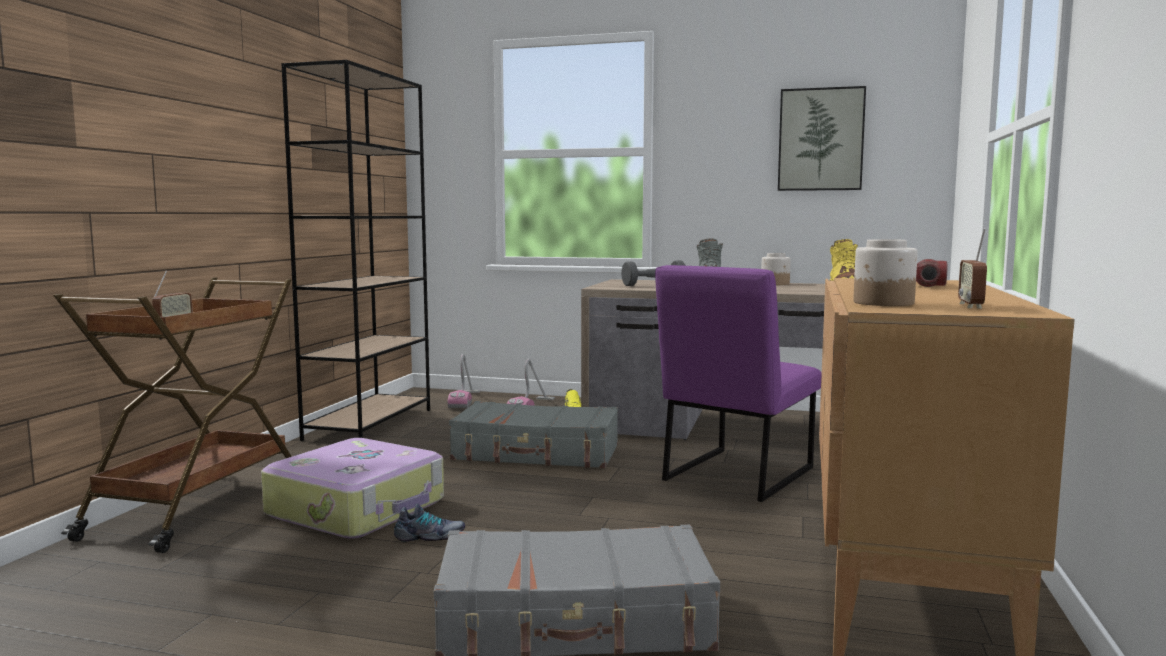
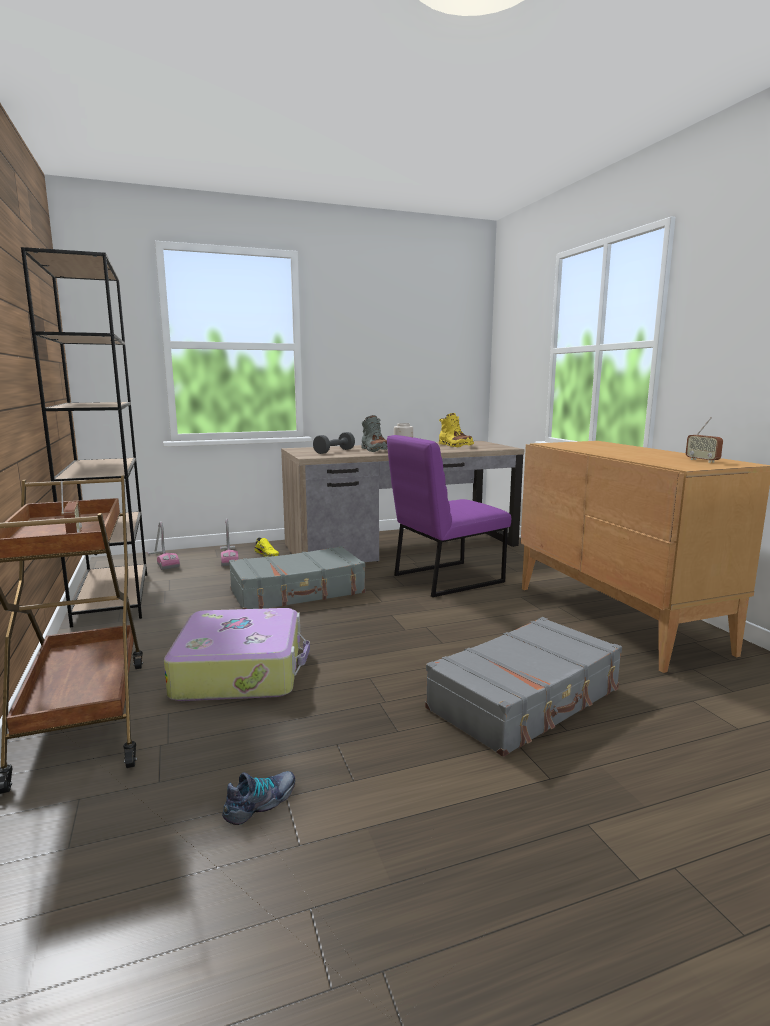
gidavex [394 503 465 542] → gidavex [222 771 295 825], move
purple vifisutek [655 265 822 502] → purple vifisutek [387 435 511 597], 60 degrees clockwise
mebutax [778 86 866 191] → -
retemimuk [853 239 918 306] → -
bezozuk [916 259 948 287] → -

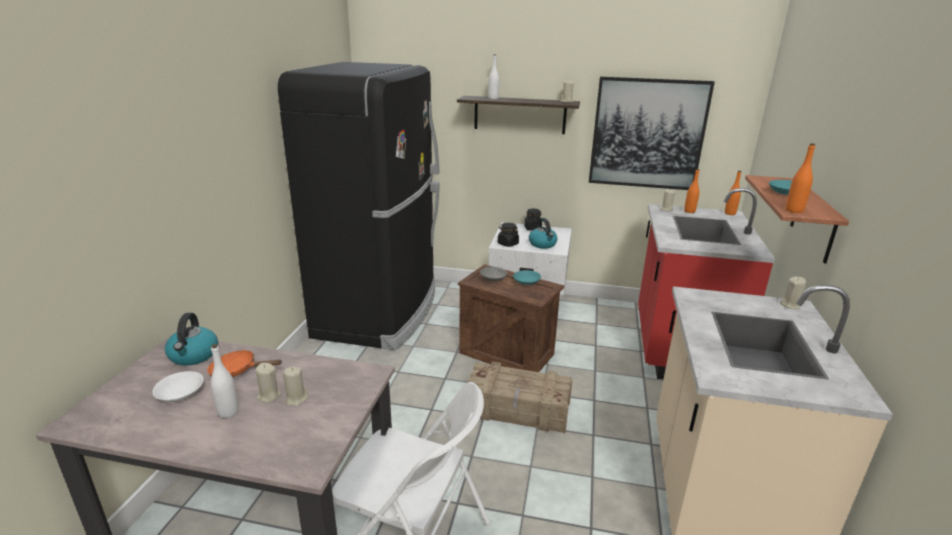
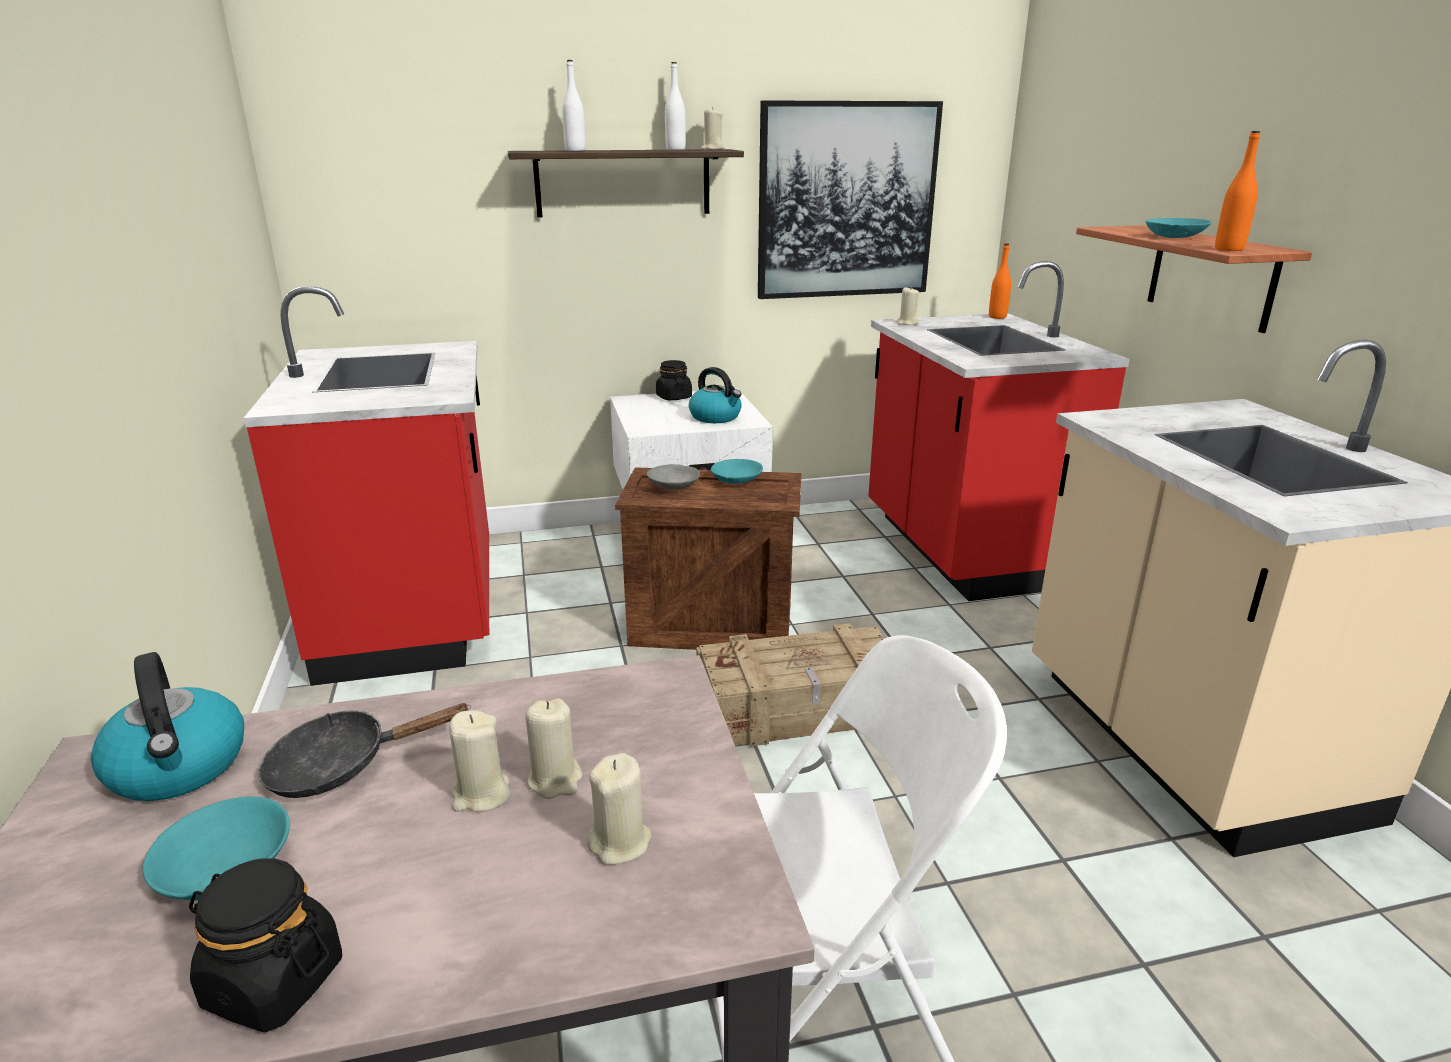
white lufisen [152 371 204 402] → turquoise lufisen [142 796 290 901]
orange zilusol [207 350 282 377] → black zilusol [258 703 471 798]
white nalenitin [211 344 239 418] → white nalenitin [665 62 686 150], move
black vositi [278 62 440 350] → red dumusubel [244 286 489 686]
black retemimuk [498 223 519 247] → black retemimuk [189 859 342 1032], move
orange nalenitin [684 169 700 213] → -
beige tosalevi [780 277 807 309] → beige tosalevi [587 753 651 865], move

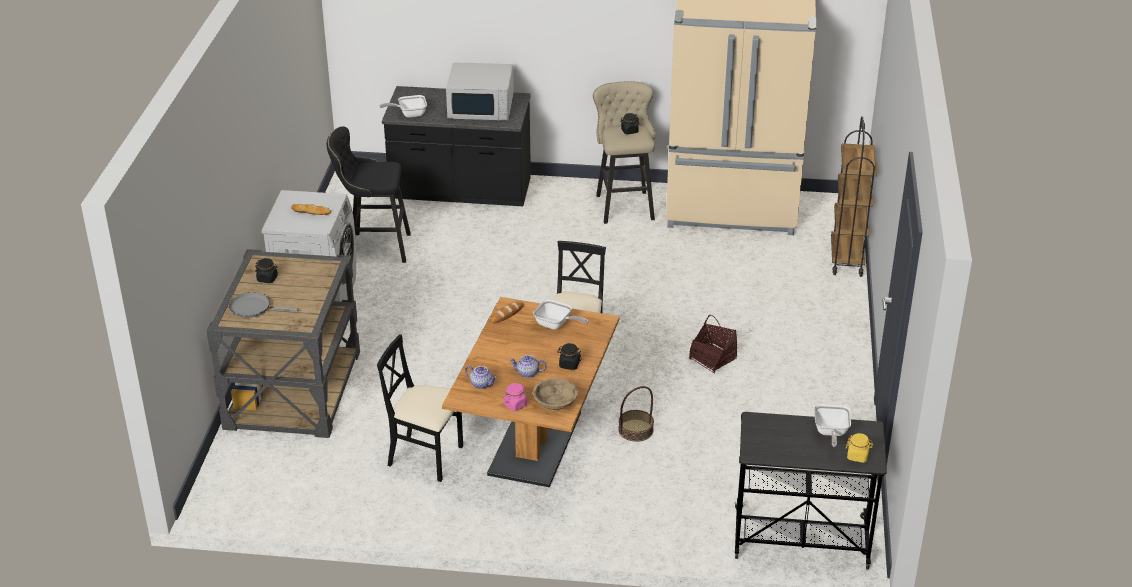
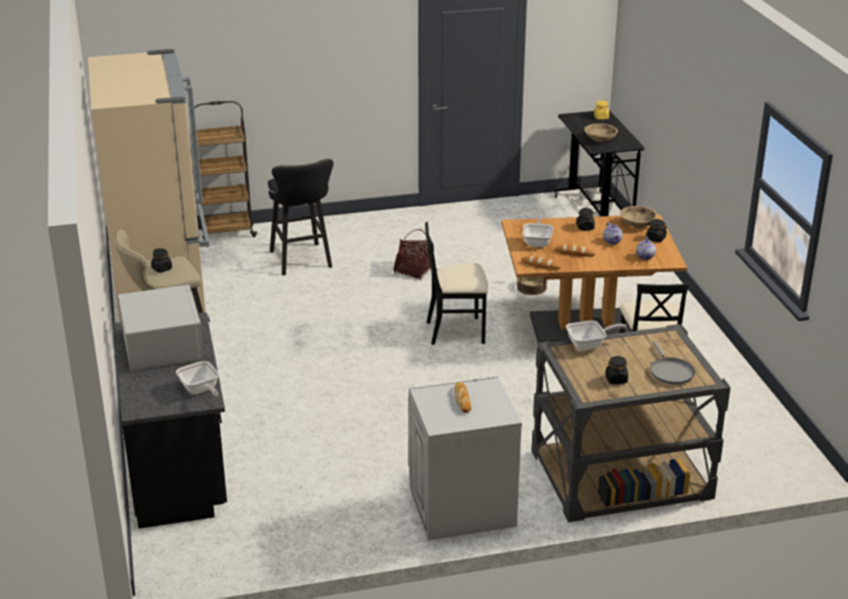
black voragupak [326 126 411 263] → black voragupak [268 159 333 276], move
pink retemimuk [504 383 527 411] → black retemimuk [646 219 667 242]
zilusol [814 404 851 447] → zilusol [566 320 627 351], move
- → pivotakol [554 245 596 257]
- → beige lufisen [584 123 618 142]

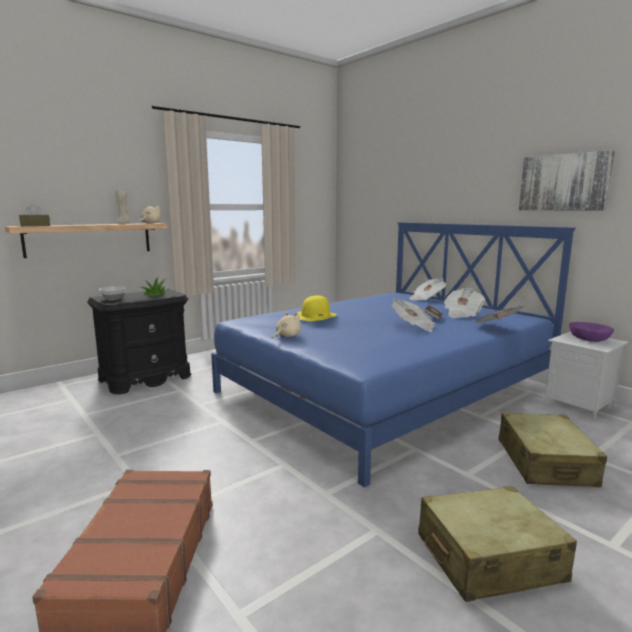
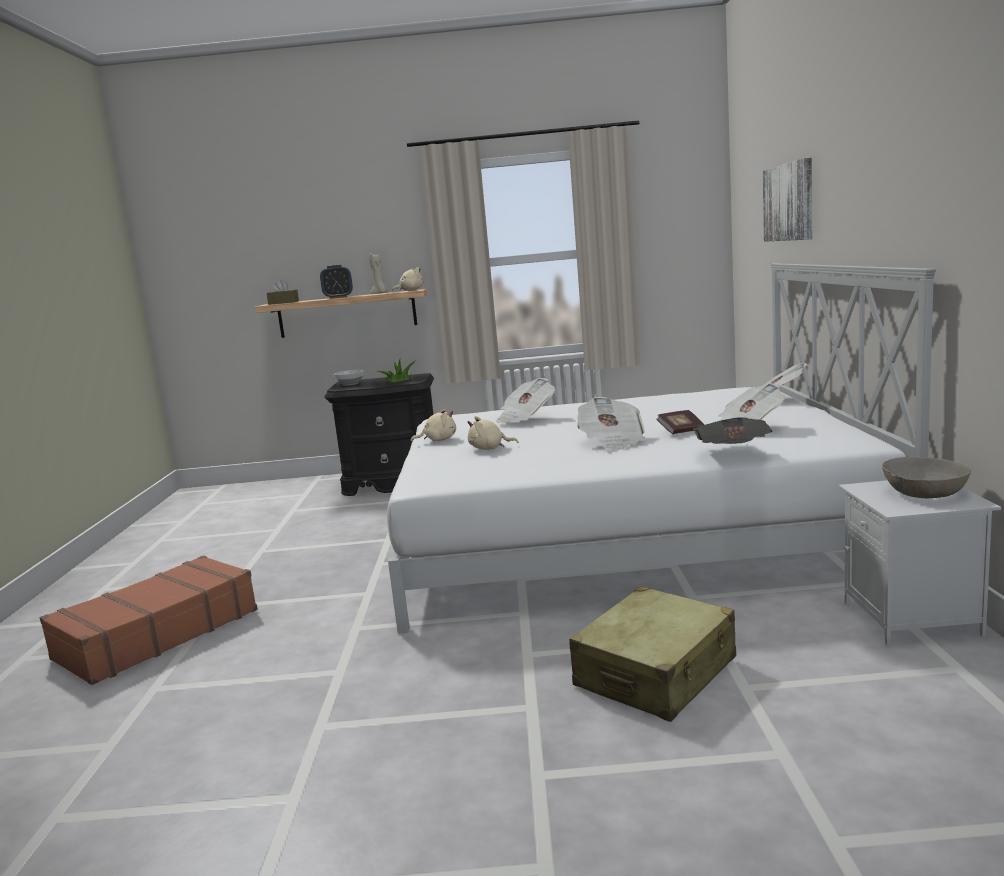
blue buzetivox [211 222 576 487] → white buzetivox [387 263 936 634]
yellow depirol [297 296 337 321] → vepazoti [496 378 555 423]
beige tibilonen [418 486 577 602] → -
mebutax [519 150 615 211] → mebutax [763 157 812 242], move
purple lufisen [569 322 614 342] → grey lufisen [882 457 971 498]
- → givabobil [320 265 353 299]
- → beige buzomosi [467 416 518 450]

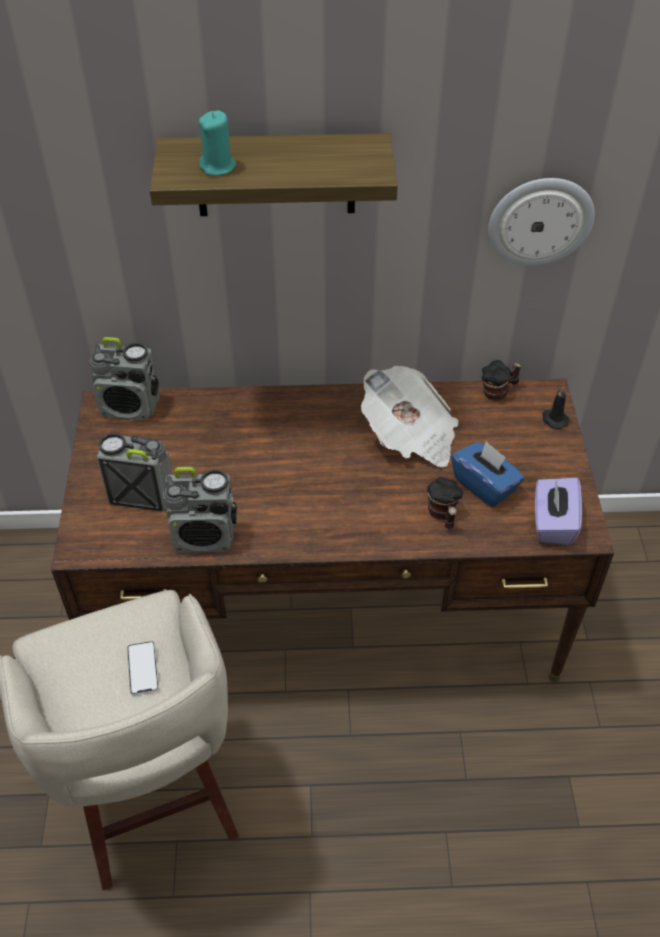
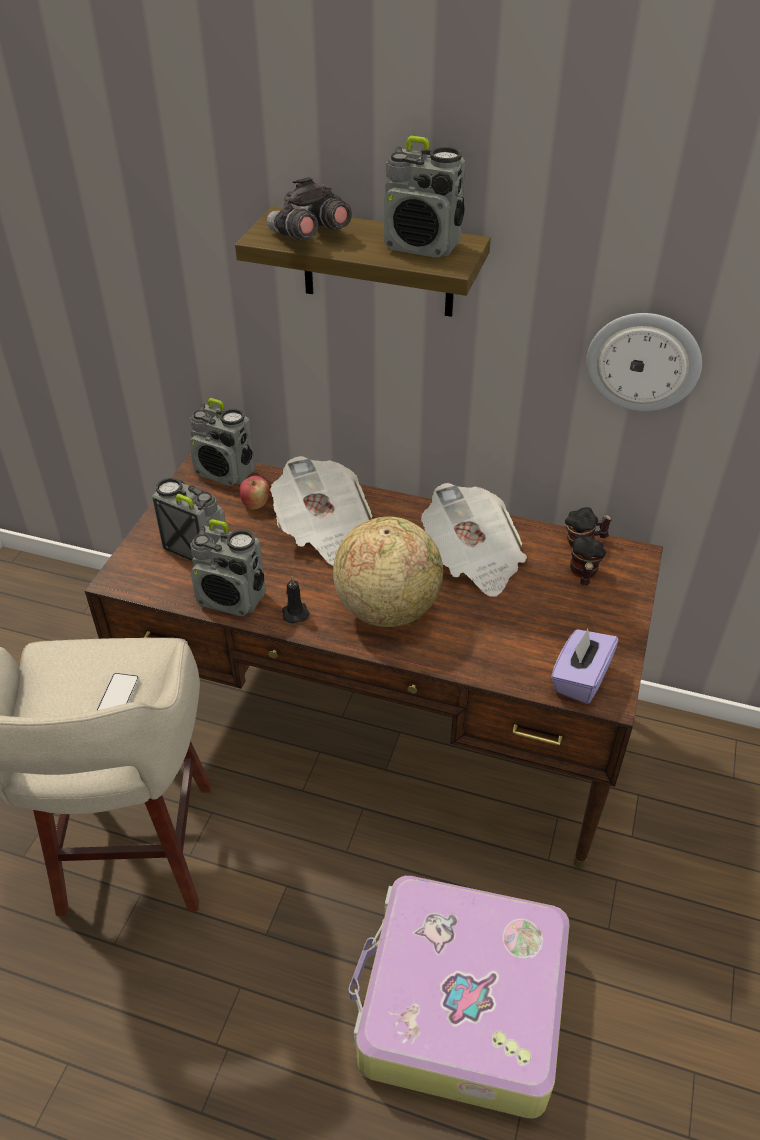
turquoise tosalevi [199 110 236 176] → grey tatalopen [267 177 352 240]
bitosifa [427 477 463 529] → bitosifa [570 536 606 586], move
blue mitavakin [451 441 524 507] → -
black tosalevi [543 387 569 429] → black tosalevi [282 576 310 623], move
- → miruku [239 476 270 510]
- → vepazoti [270 456 372 565]
- → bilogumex [333 516 443 627]
- → tibilonen [348 876 569 1118]
- → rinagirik [384 136 465 257]

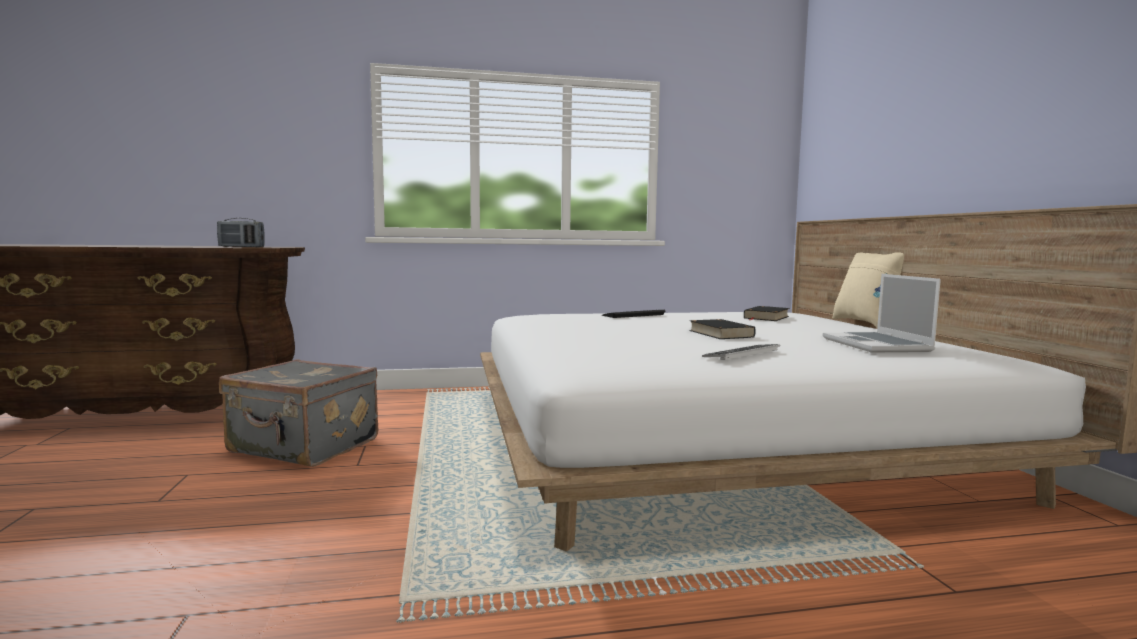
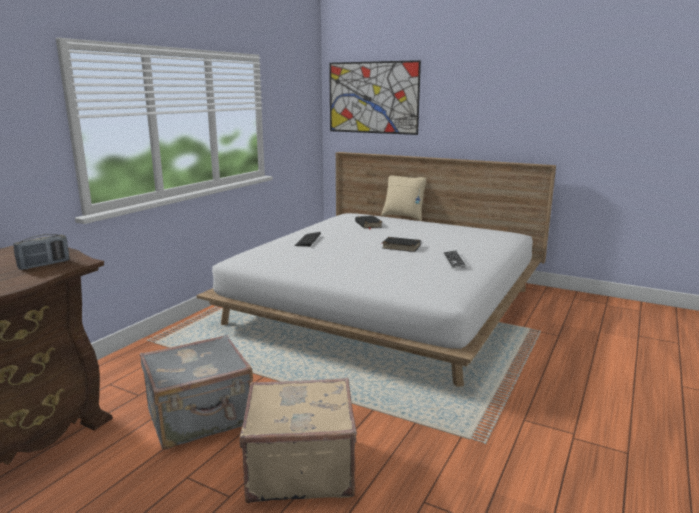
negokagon [823 274 941 353] → -
- → beige tibilonen [240 378 357 503]
- → mebutax [329 60 421 135]

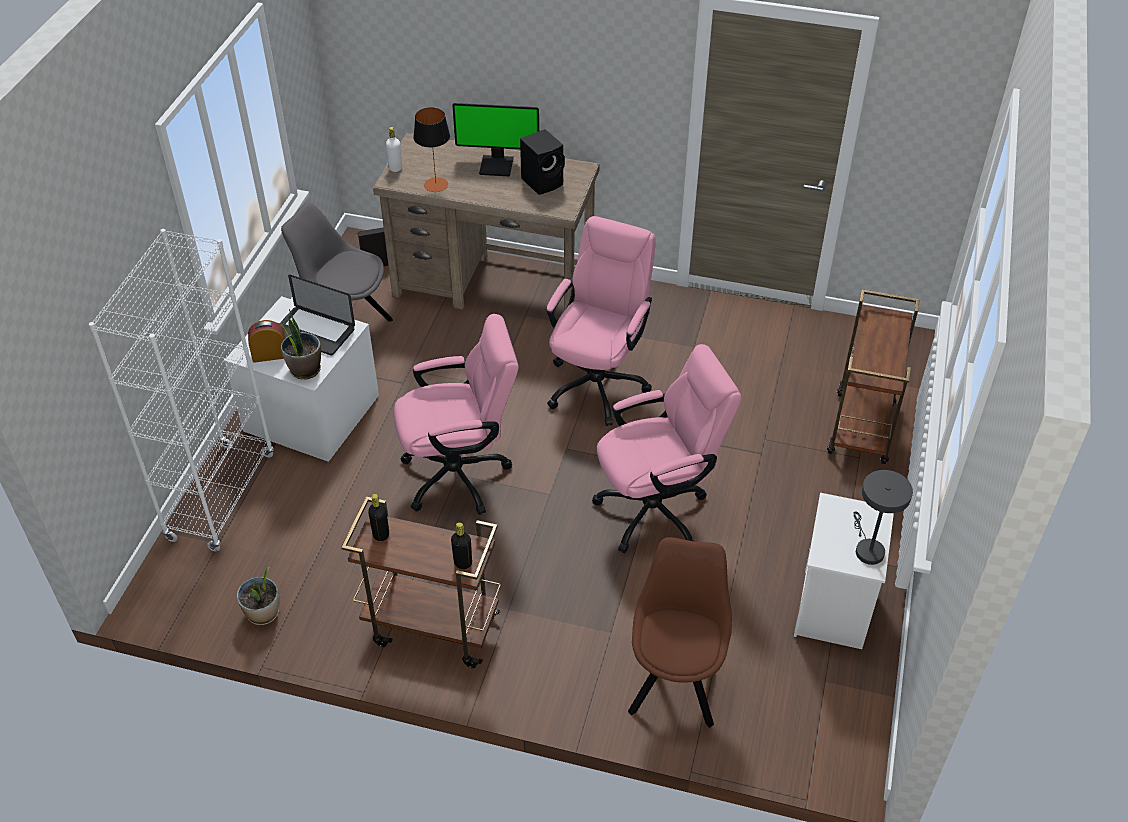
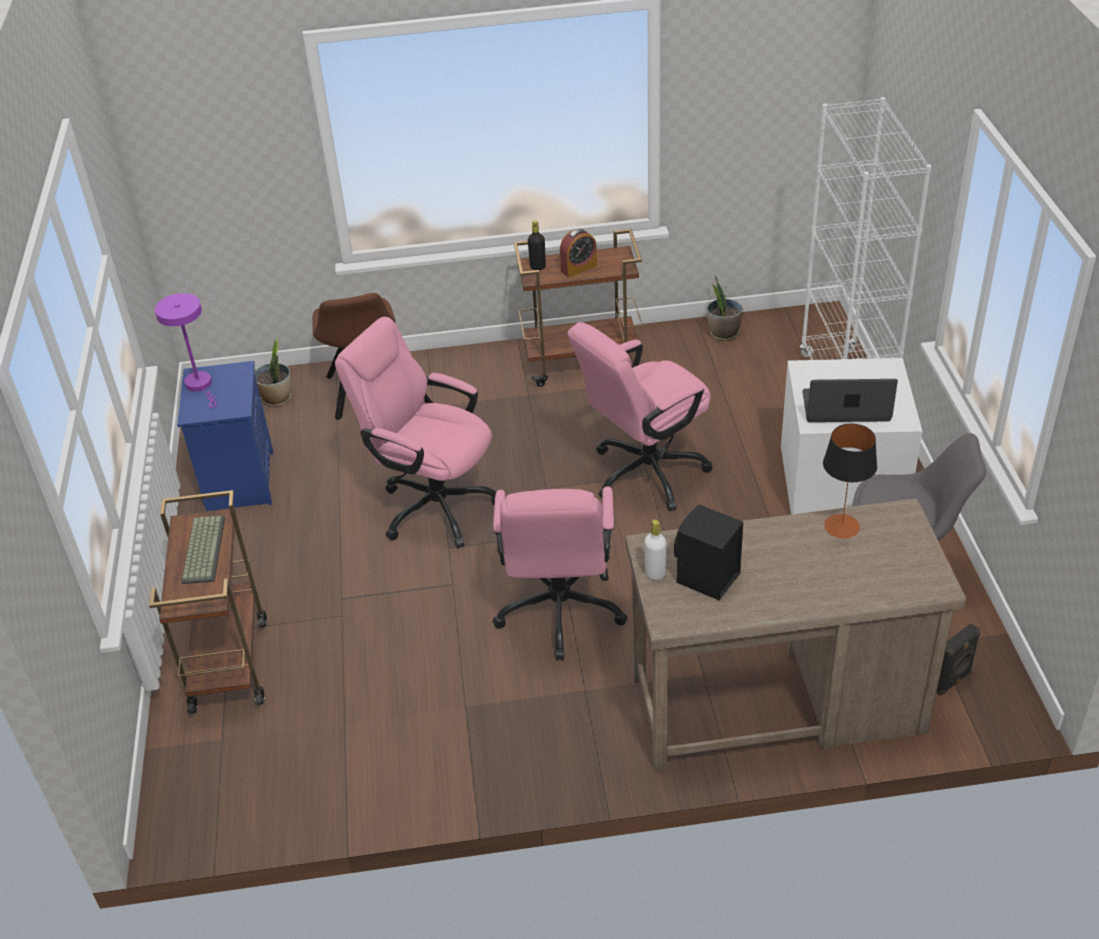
givabobil [248 320 285 363] → givabobil [560 229 597 278], move
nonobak [278 309 321 379] → nonobak [254 337 291 407], move
black nalenitin [368 494 389 541] → -
white nalenitin [386 127 402 172] → white nalenitin [644 520 667 580], move
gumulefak [453 103 539 176] → -
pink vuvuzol [592 344 741 553] → pink vuvuzol [335 317 496 549], 75 degrees clockwise
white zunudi [794 493 894 649] → blue zunudi [177 361 273 511]
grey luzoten [853 470 913 565] → purple luzoten [155 293 216 408]
- → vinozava [181 516 225 584]

